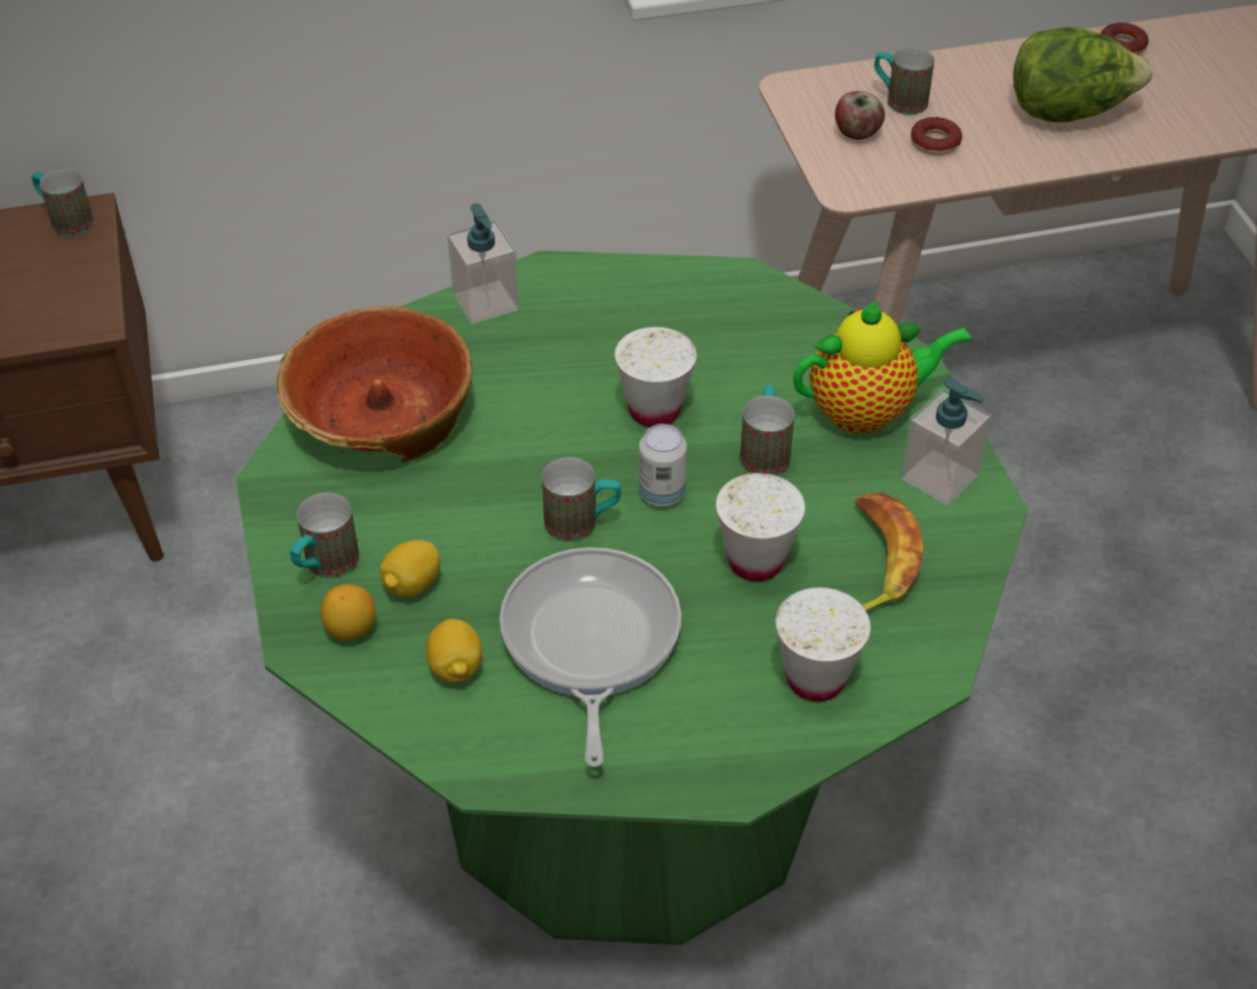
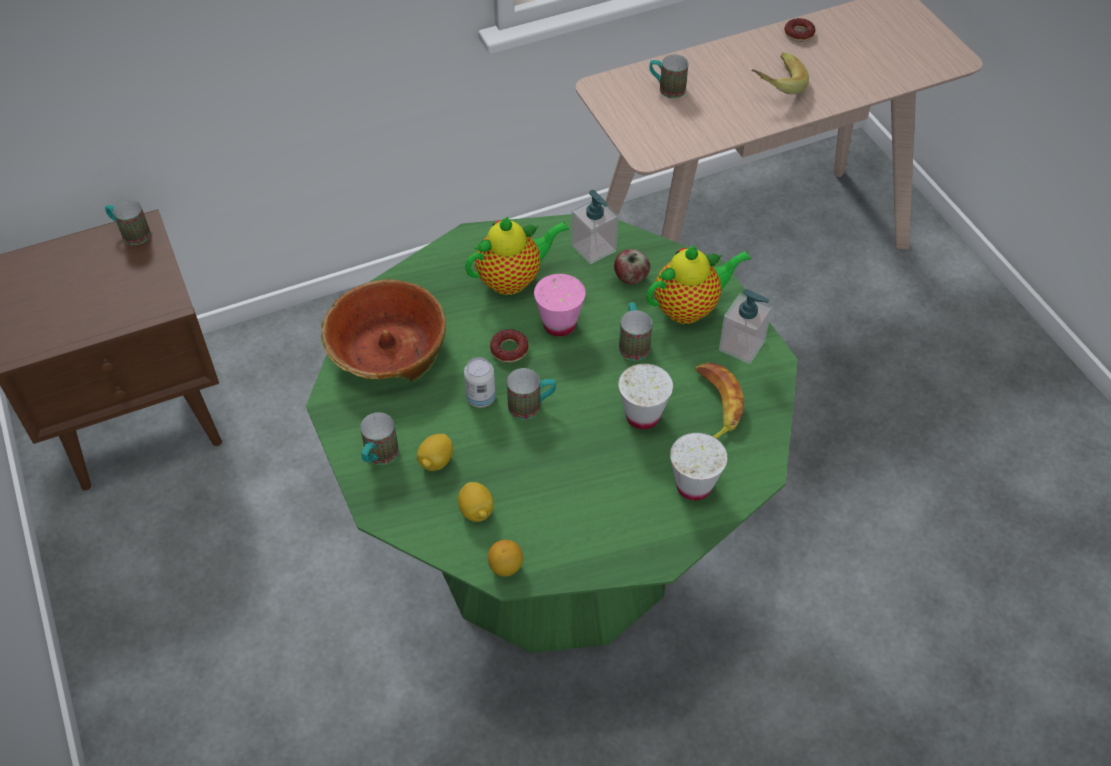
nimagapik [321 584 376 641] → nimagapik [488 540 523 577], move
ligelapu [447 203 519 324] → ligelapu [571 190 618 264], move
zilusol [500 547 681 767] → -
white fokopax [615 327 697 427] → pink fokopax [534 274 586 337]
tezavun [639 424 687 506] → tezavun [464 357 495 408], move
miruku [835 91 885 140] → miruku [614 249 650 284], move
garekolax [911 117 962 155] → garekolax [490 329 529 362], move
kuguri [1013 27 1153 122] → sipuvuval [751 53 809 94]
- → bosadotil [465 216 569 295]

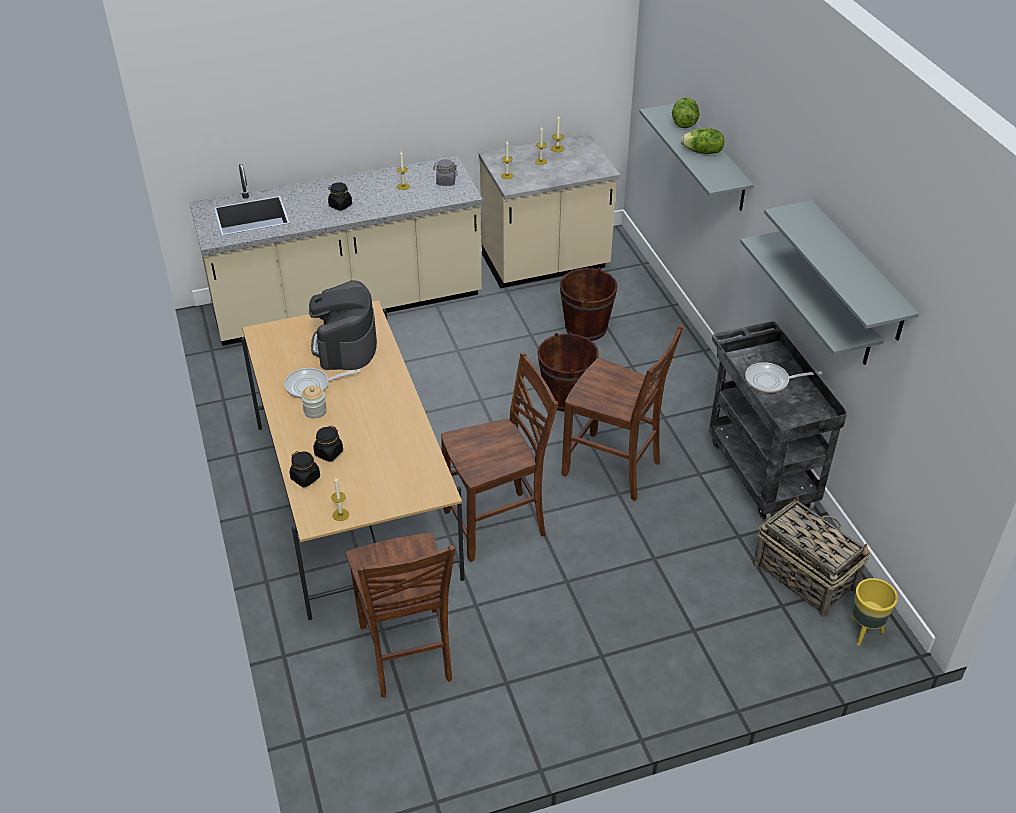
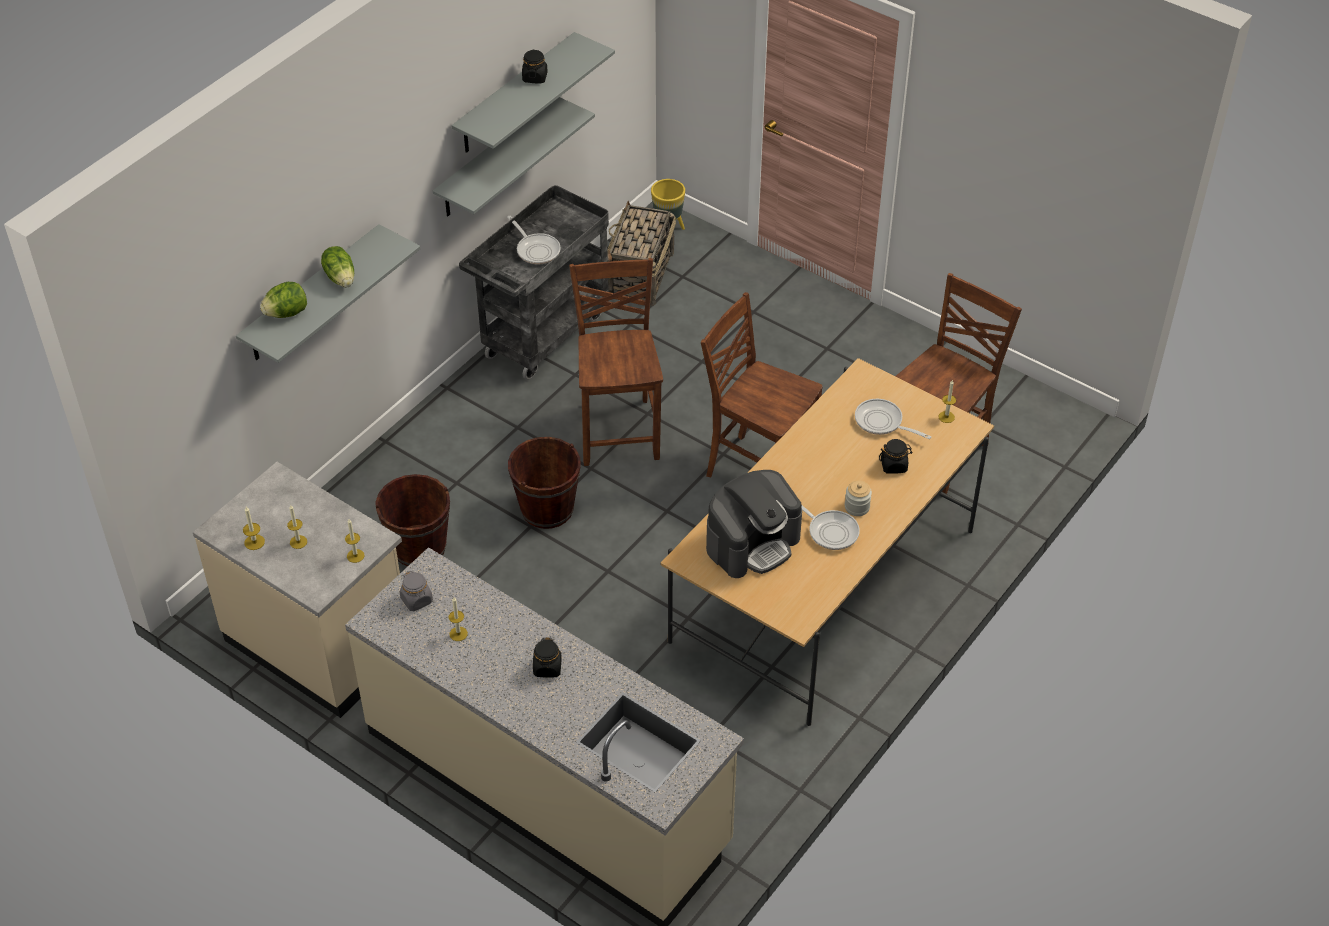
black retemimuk [290 451 320 487] → black retemimuk [522 50 548 83], move
- → zilusol [855 399 931 439]

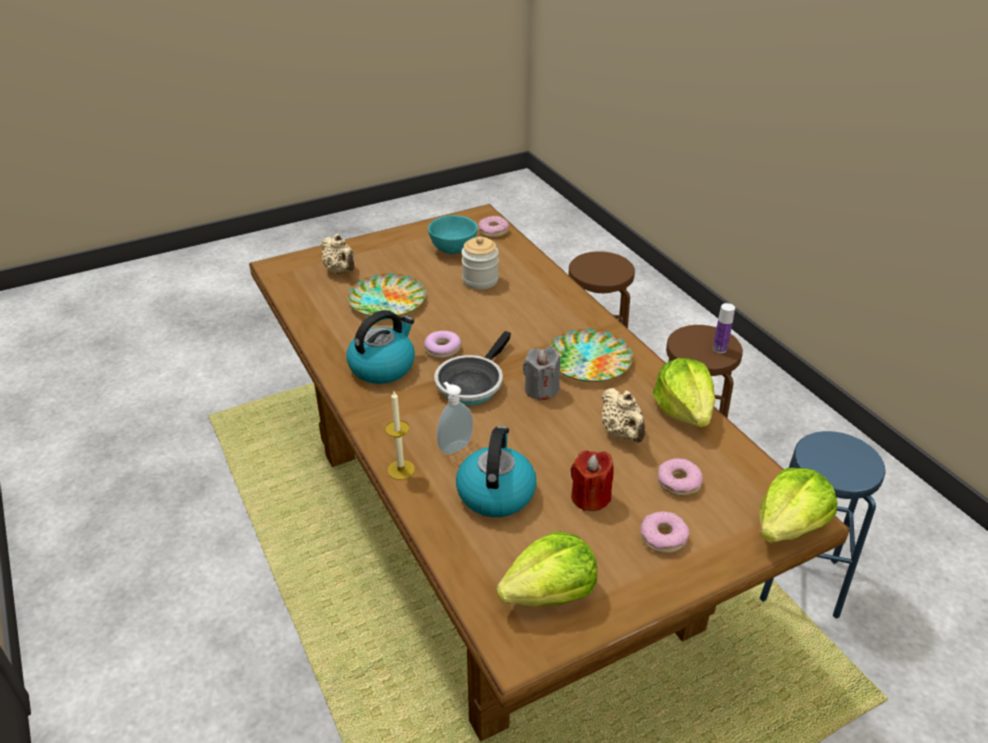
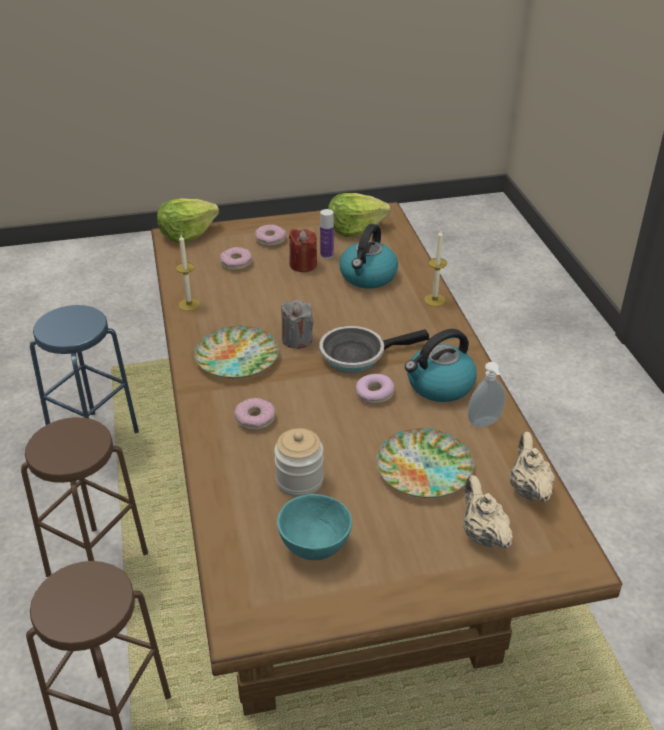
zilusol [434 331 511 405] → zilusol [319 326 429 373], 150 degrees counterclockwise
ligelapu [437 382 473 454] → ligelapu [468 362 505 427], move
garekolax [478 216 509 238] → garekolax [234 398 276 431], move
beige bosadotil [601 388 645 443] → beige bosadotil [509 432 555 502], move
kuguri [653 358 716 427] → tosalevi [175 235 200 311]
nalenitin [713 303 735 353] → nalenitin [320 209 334 259], move

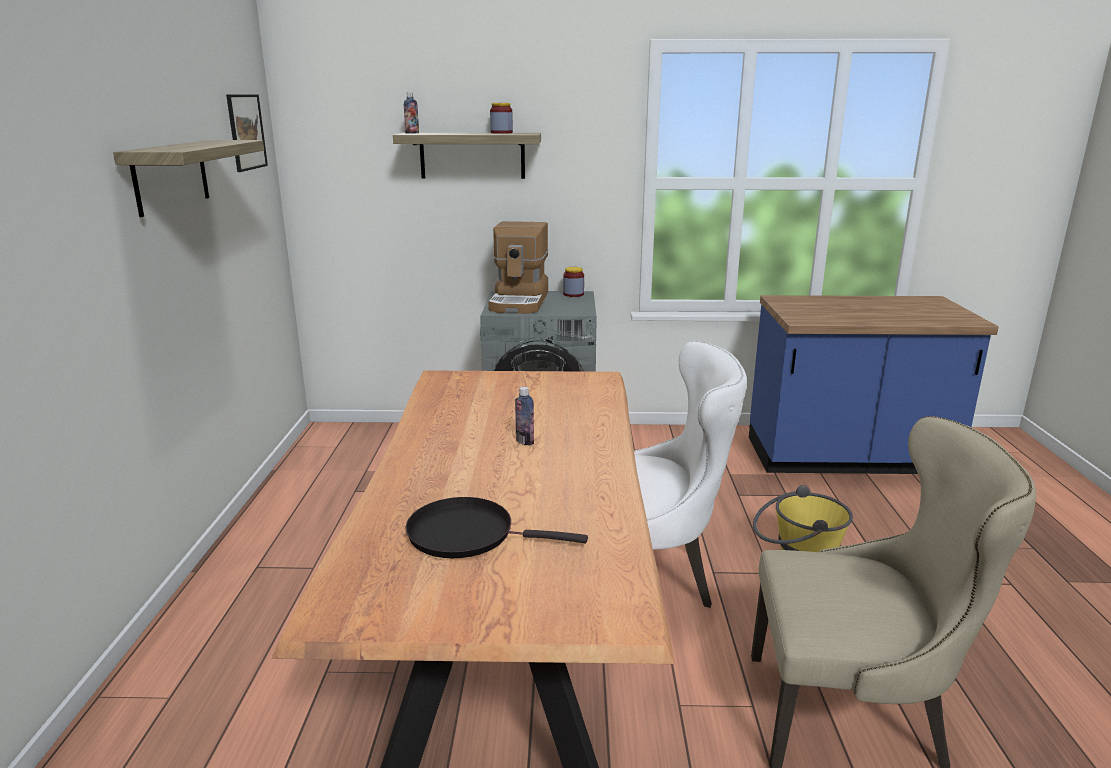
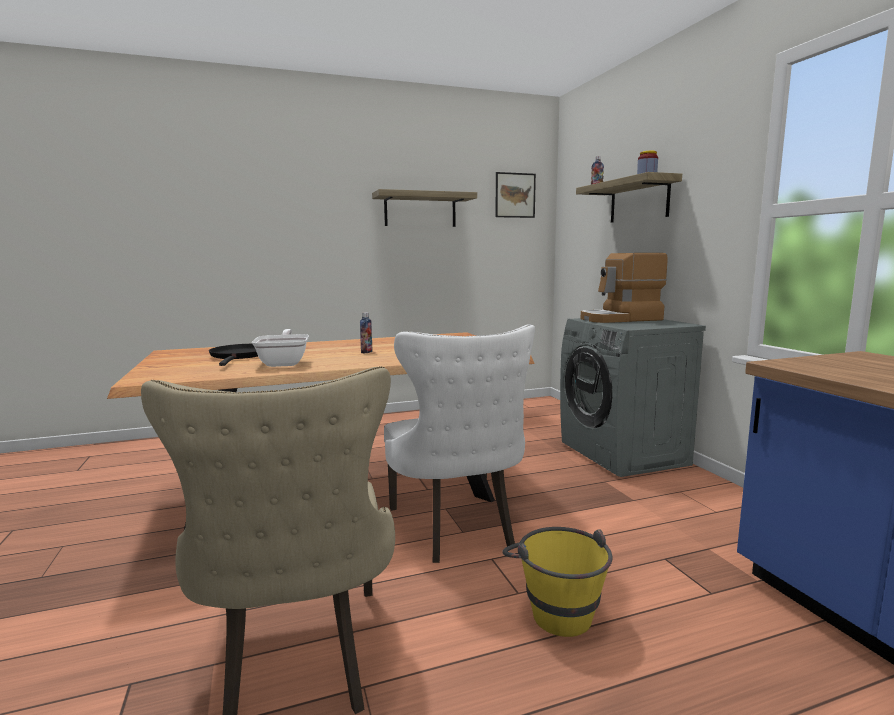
retemimuk [563 267 584 297] → -
- → zilusol [252 329 309 367]

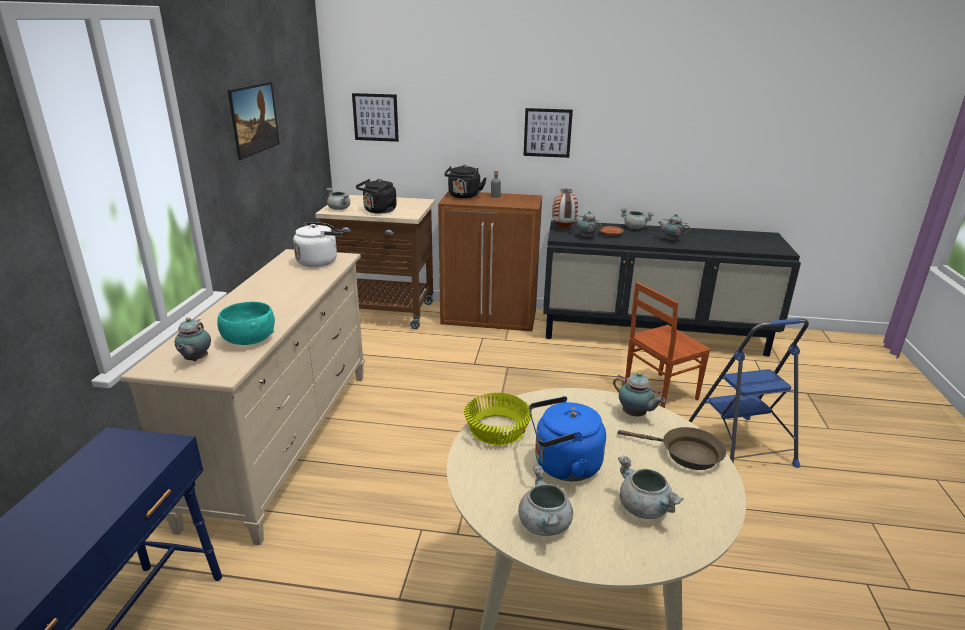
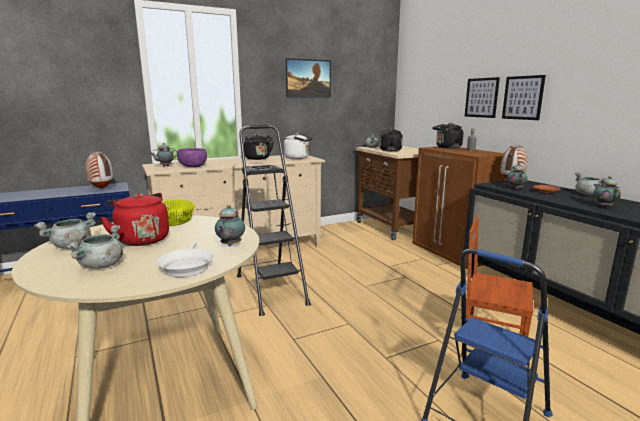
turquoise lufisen [217 302 275 345] → purple lufisen [177 148 207 167]
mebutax [352 93 399 142] → mebutax [465 77 500 118], move
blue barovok [529 396 606 481] → red barovok [100 193 169 246]
brown zilusol [618 427 726 470] → white zilusol [157 241 214 278]
- → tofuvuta [85 152 113 189]
- → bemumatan [237 125 311 316]
- → black barovok [244 134 274 160]

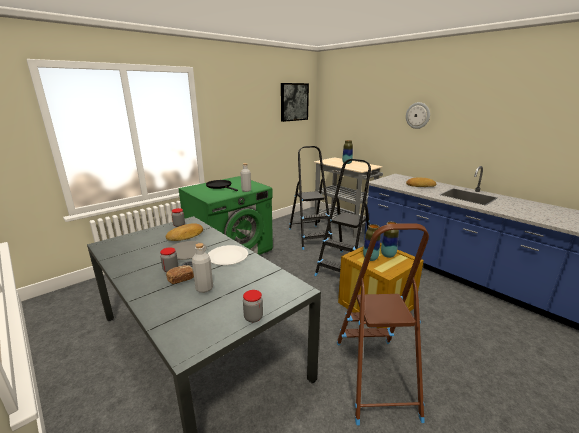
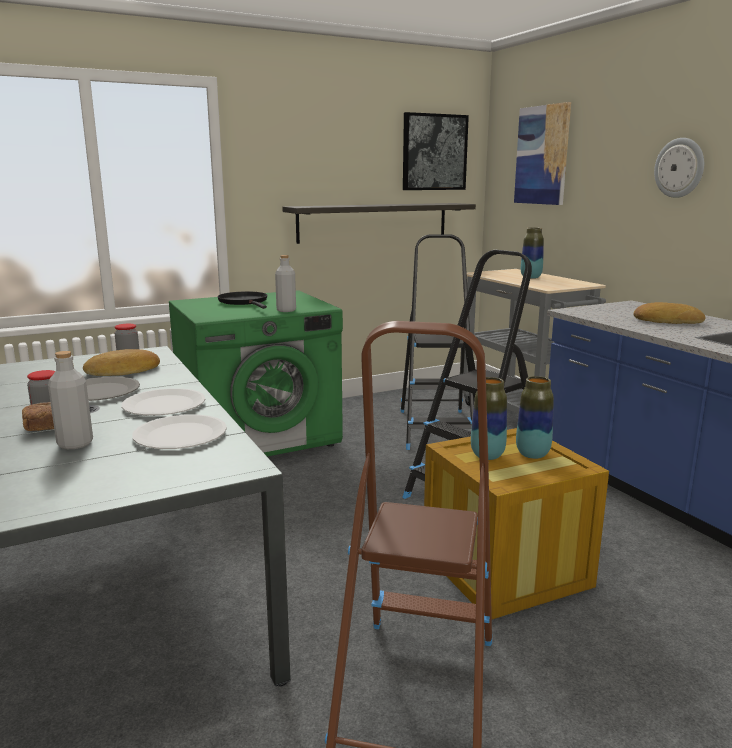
retemimuk [243 290 263 323] → -
- → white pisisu [132 414 227 449]
- → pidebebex [282 203 476 244]
- → mebutax [514 102 571 205]

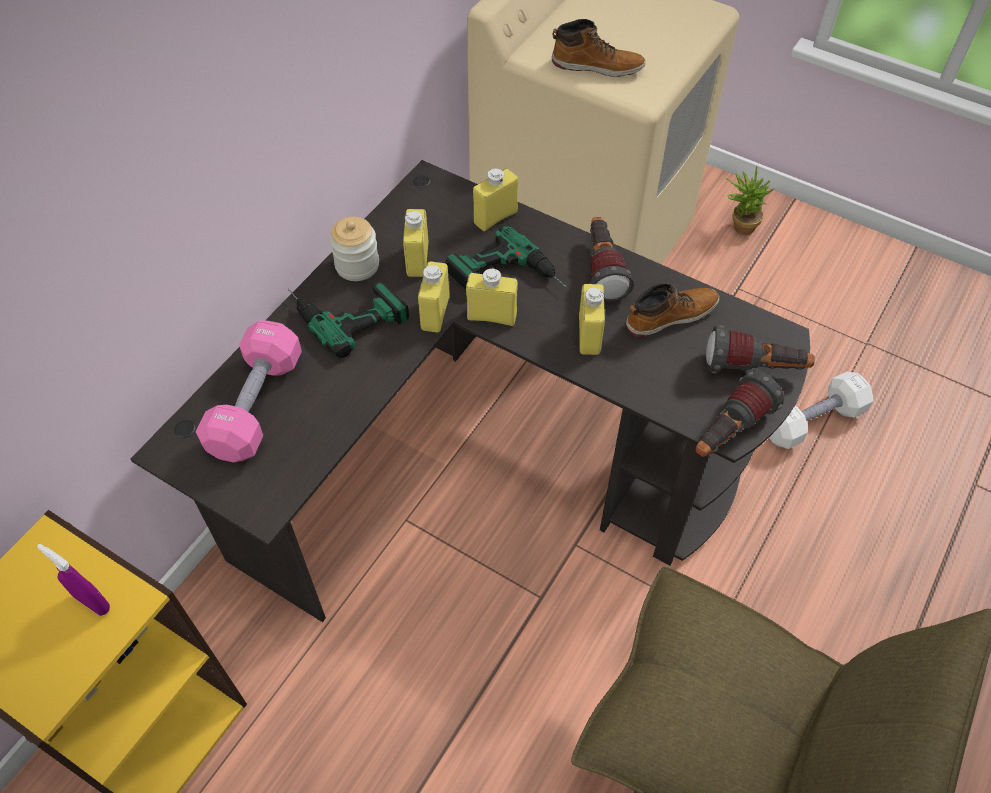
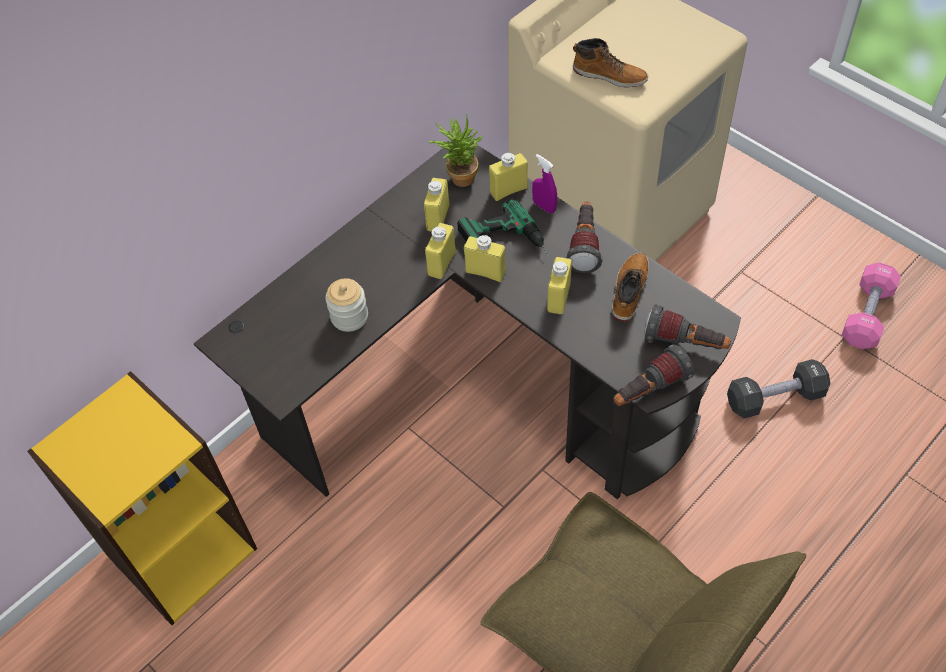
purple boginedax [37 544 110 616] → purple boginedax [532 154 557 214], move
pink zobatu [196 320 302 462] → pink zobatu [842 263 901 349], move
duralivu [288 282 409 358] → -
retemimuk [329 217 379 281] → retemimuk [326 278 368 332], move
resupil [626 283 719 337] → resupil [612 253 649 322], 60 degrees counterclockwise
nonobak [726 166 774 235] → nonobak [428 114 483 187], move
white zobatu [769 372 873 449] → black zobatu [727 359 830 418]

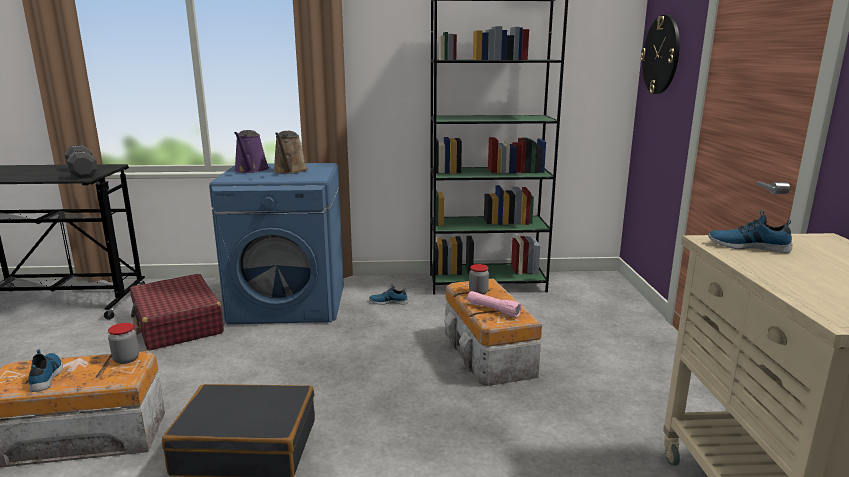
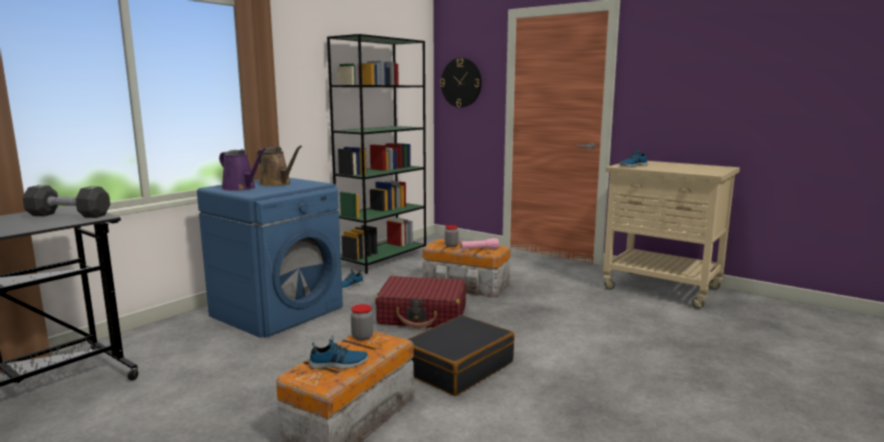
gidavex [28 349 63 392] → gidavex [309 336 368 369], 150 degrees clockwise
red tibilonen [130 274 224 351] → red tibilonen [375 276 466 329], move

